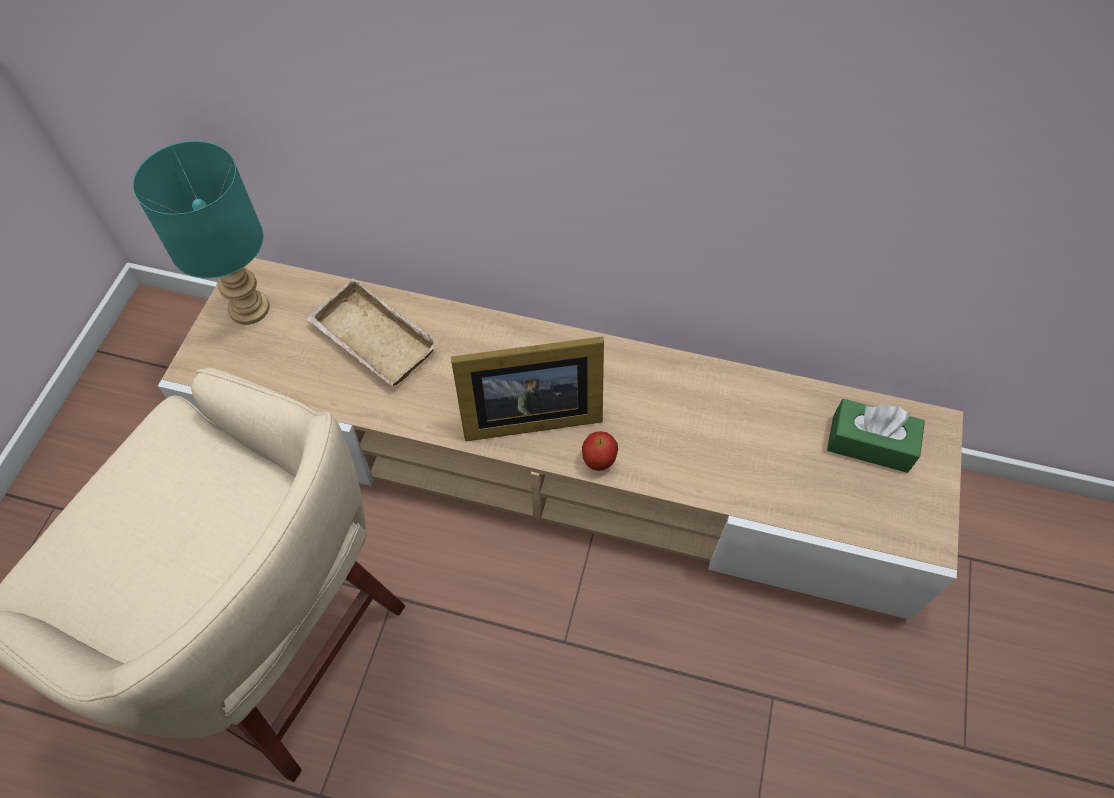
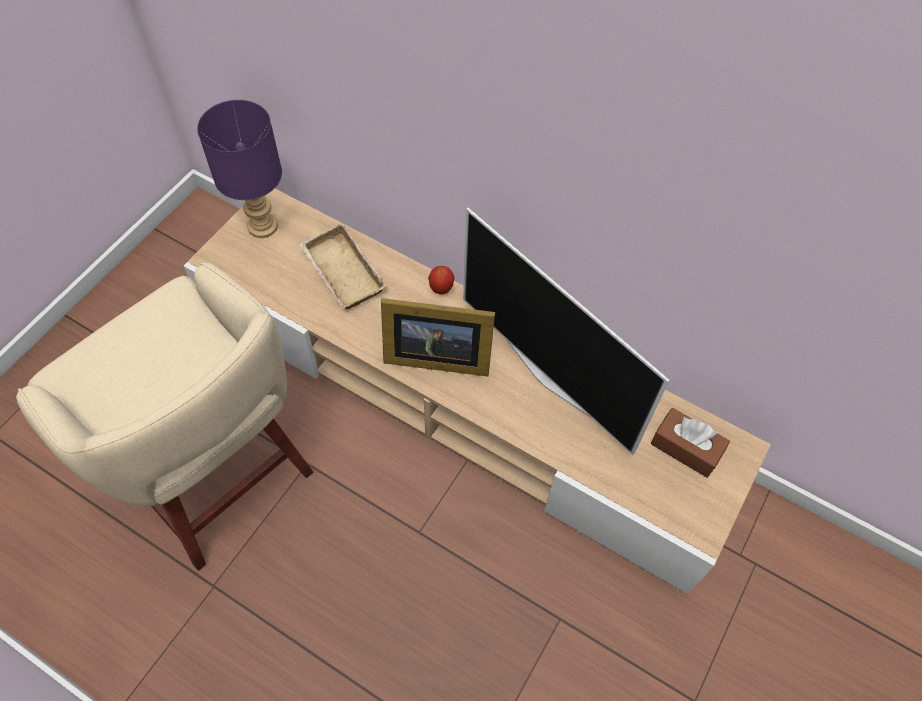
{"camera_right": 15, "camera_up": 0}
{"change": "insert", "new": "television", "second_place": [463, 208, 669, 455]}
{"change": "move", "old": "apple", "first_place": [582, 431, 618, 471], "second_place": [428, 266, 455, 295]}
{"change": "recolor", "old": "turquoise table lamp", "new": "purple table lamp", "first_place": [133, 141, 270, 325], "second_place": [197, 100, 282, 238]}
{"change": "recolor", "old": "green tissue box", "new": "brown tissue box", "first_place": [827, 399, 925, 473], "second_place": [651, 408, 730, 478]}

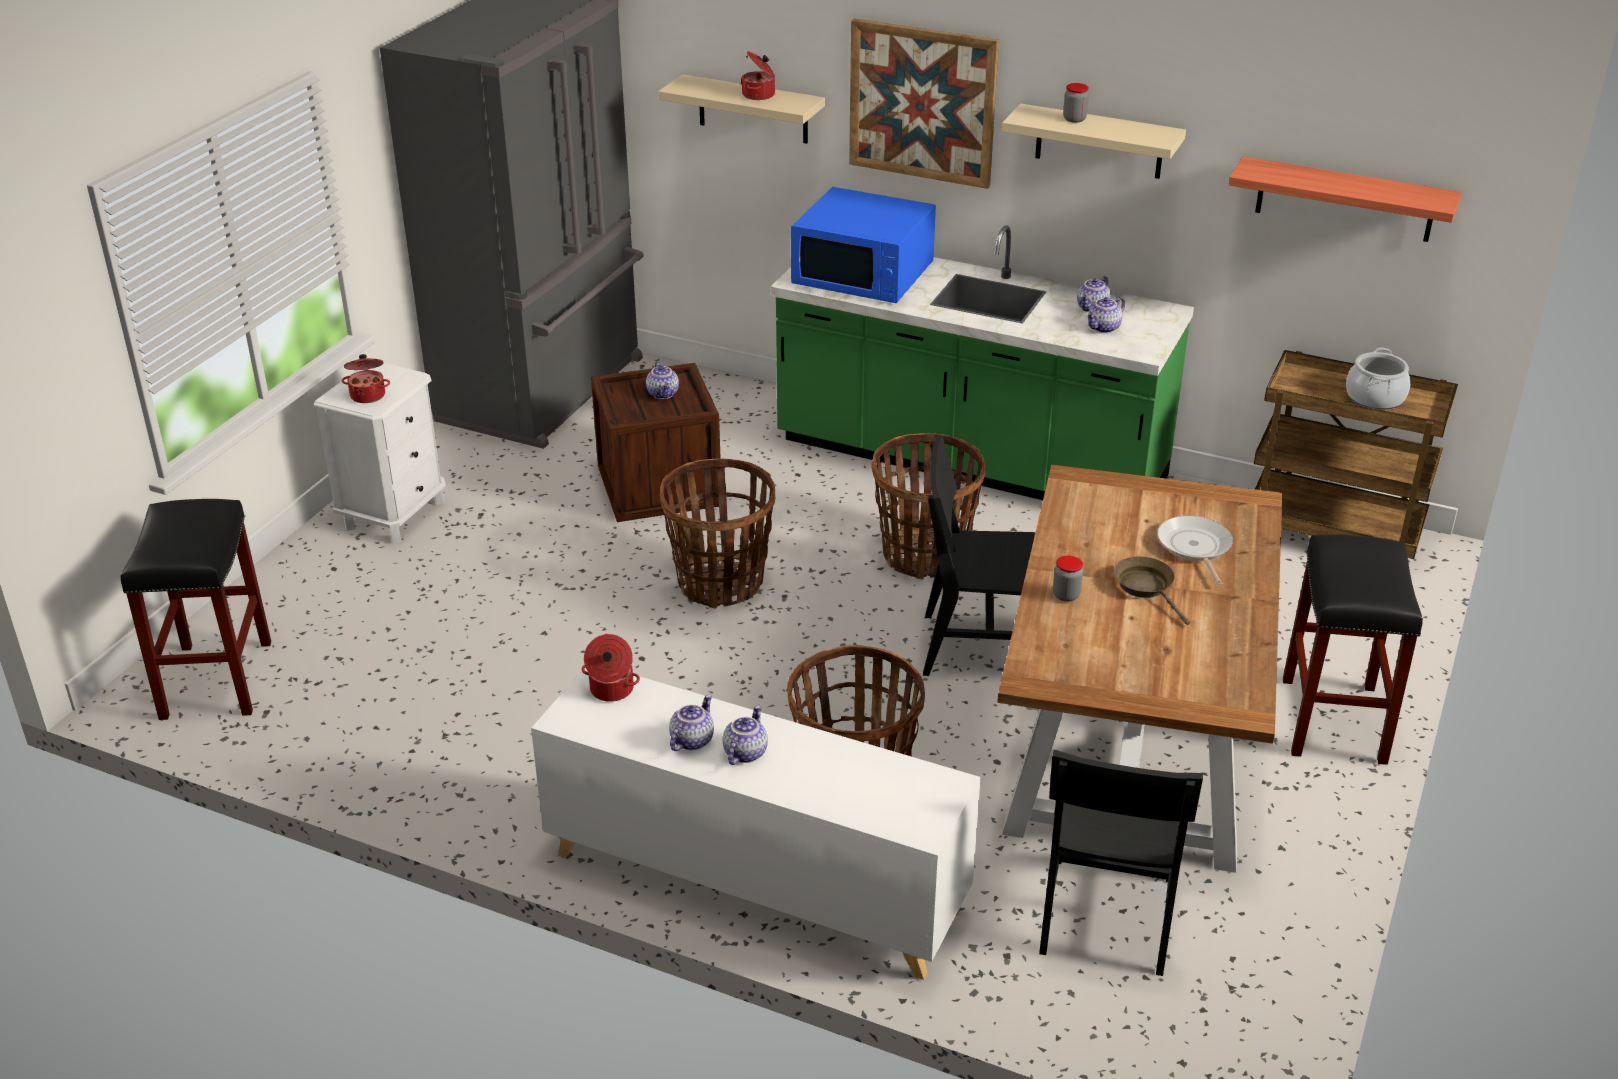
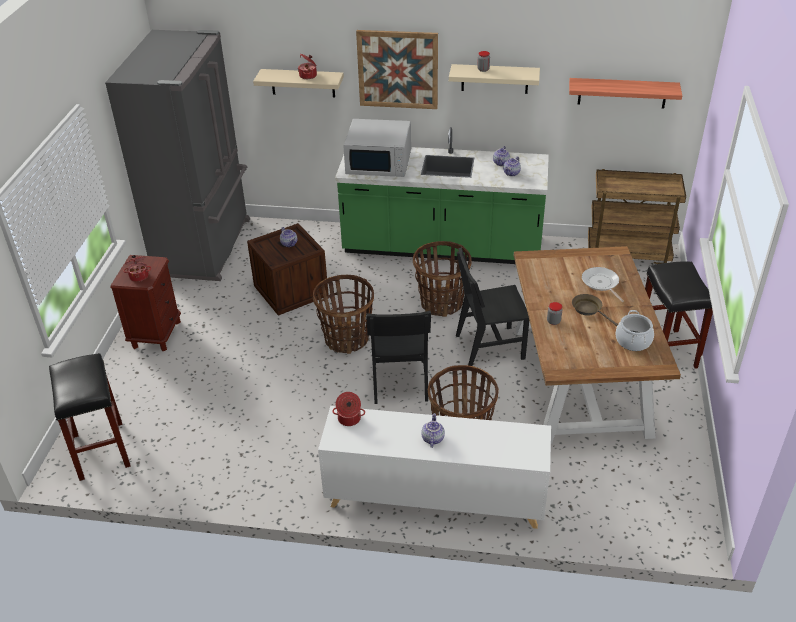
{"camera_right": -15, "camera_up": 5}
{"change": "delete", "old": "teapot", "first_place": [669, 695, 714, 751]}
{"change": "move", "old": "black chair", "first_place": [1039, 750, 1203, 976], "second_place": [366, 311, 431, 404]}
{"change": "move", "old": "cooking pot", "first_place": [1346, 348, 1410, 410], "second_place": [615, 310, 654, 351]}
{"change": "recolor", "old": "white nightstand", "new": "brown nightstand", "first_place": [314, 363, 446, 544], "second_place": [110, 255, 181, 351]}
{"change": "recolor", "old": "blue microwave", "new": "white microwave", "first_place": [791, 187, 936, 303], "second_place": [343, 119, 411, 177]}

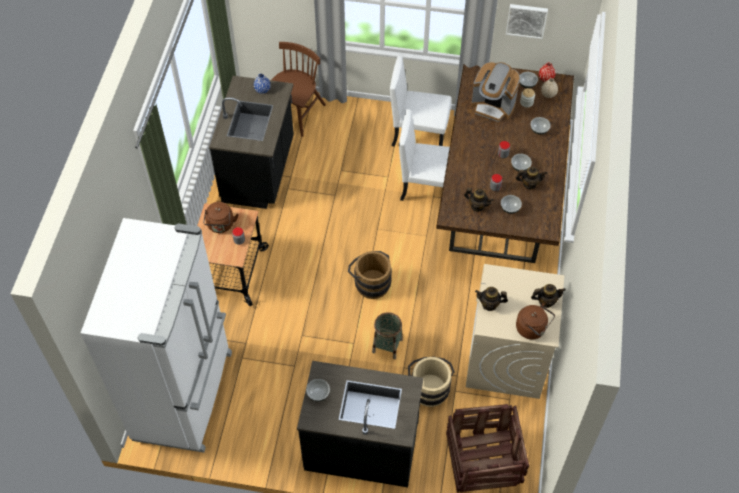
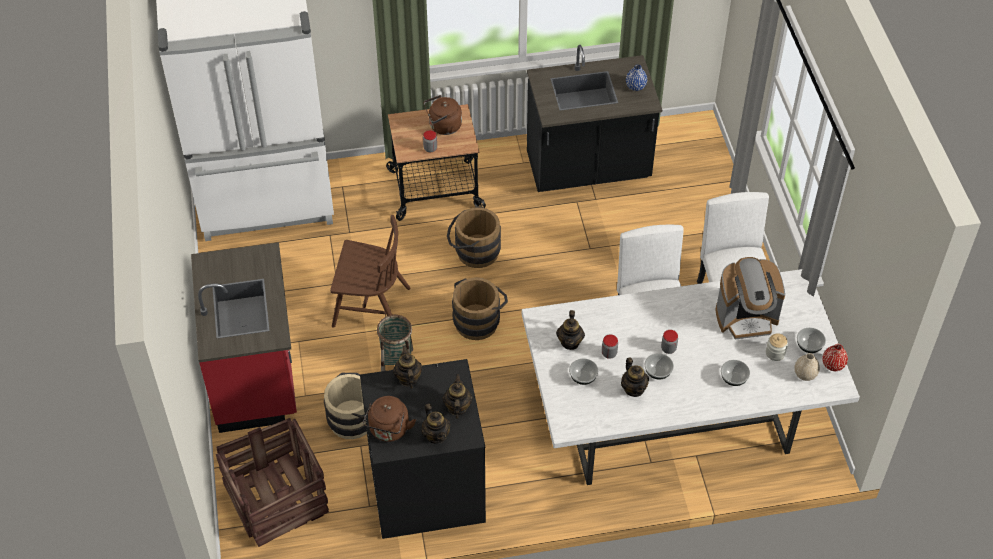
{"camera_right": 70, "camera_up": -5}
{"change": "delete", "old": "bowl", "first_place": [306, 379, 330, 401]}
{"change": "delete", "old": "picture", "first_place": [506, 4, 548, 39]}
{"change": "insert", "new": "teapot", "second_place": [442, 374, 473, 419]}
{"change": "insert", "new": "brown bucket", "second_place": [447, 206, 501, 268]}
{"change": "move", "old": "brown chair", "first_place": [271, 42, 326, 137], "second_place": [330, 215, 411, 328]}
{"change": "recolor", "old": "black counter", "new": "red counter", "first_place": [297, 361, 423, 487], "second_place": [191, 242, 297, 433]}
{"change": "recolor", "old": "brown dining table", "new": "white dining table", "first_place": [436, 64, 574, 263], "second_place": [522, 269, 860, 485]}
{"change": "recolor", "old": "beige washing machine", "new": "black washing machine", "first_place": [466, 264, 564, 399], "second_place": [360, 359, 486, 539]}
{"change": "rotate", "old": "coffee machine", "first_place": [471, 62, 520, 122], "second_place": [715, 257, 785, 340], "degrees": -105}

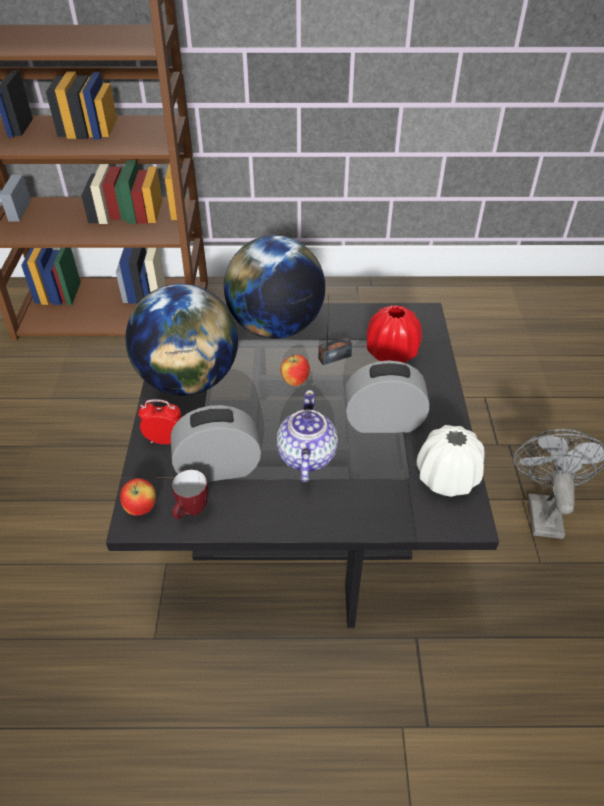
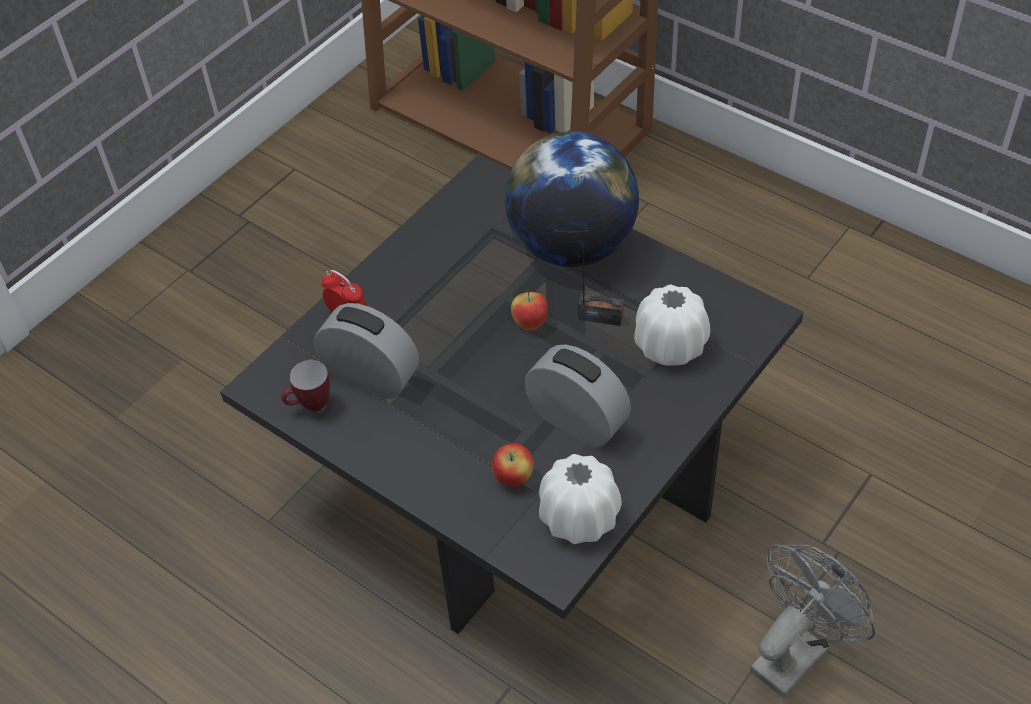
{"camera_right": 40, "camera_up": 5}
{"change": "delete", "old": "globe", "first_place": [125, 284, 238, 395]}
{"change": "delete", "old": "teapot", "first_place": [276, 390, 338, 482]}
{"change": "move", "old": "apple", "first_place": [120, 478, 156, 516], "second_place": [492, 443, 534, 487]}
{"change": "recolor", "old": "red vase", "new": "white vase", "first_place": [366, 305, 422, 363], "second_place": [634, 284, 710, 366]}

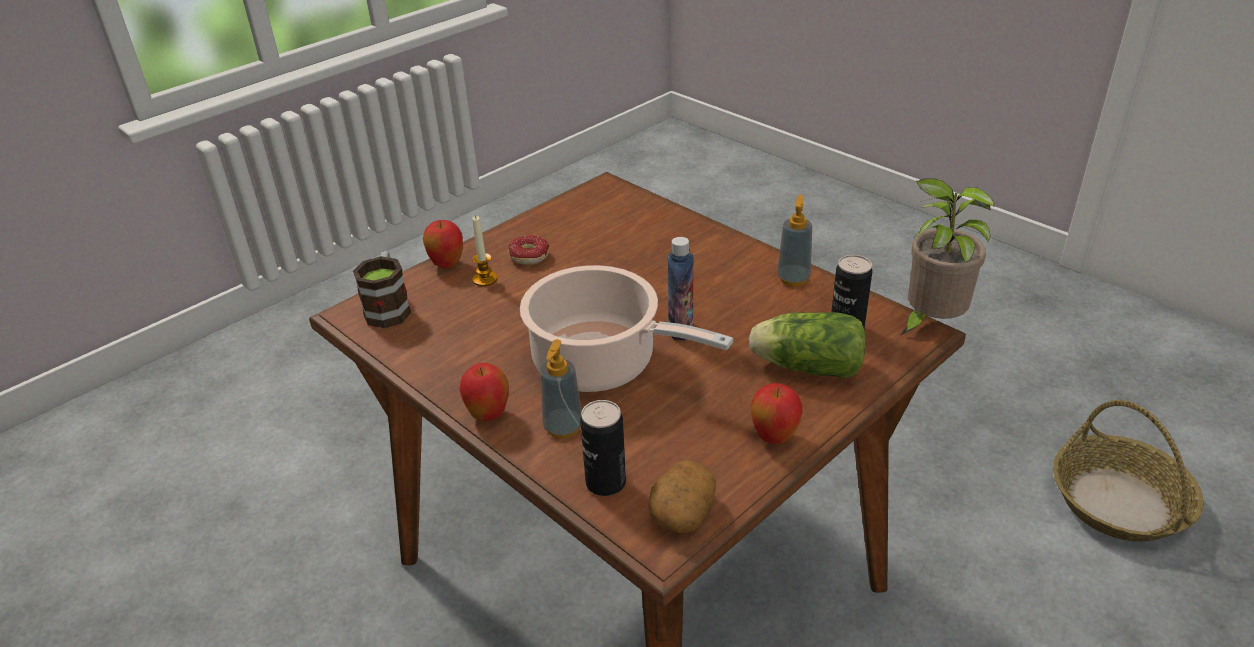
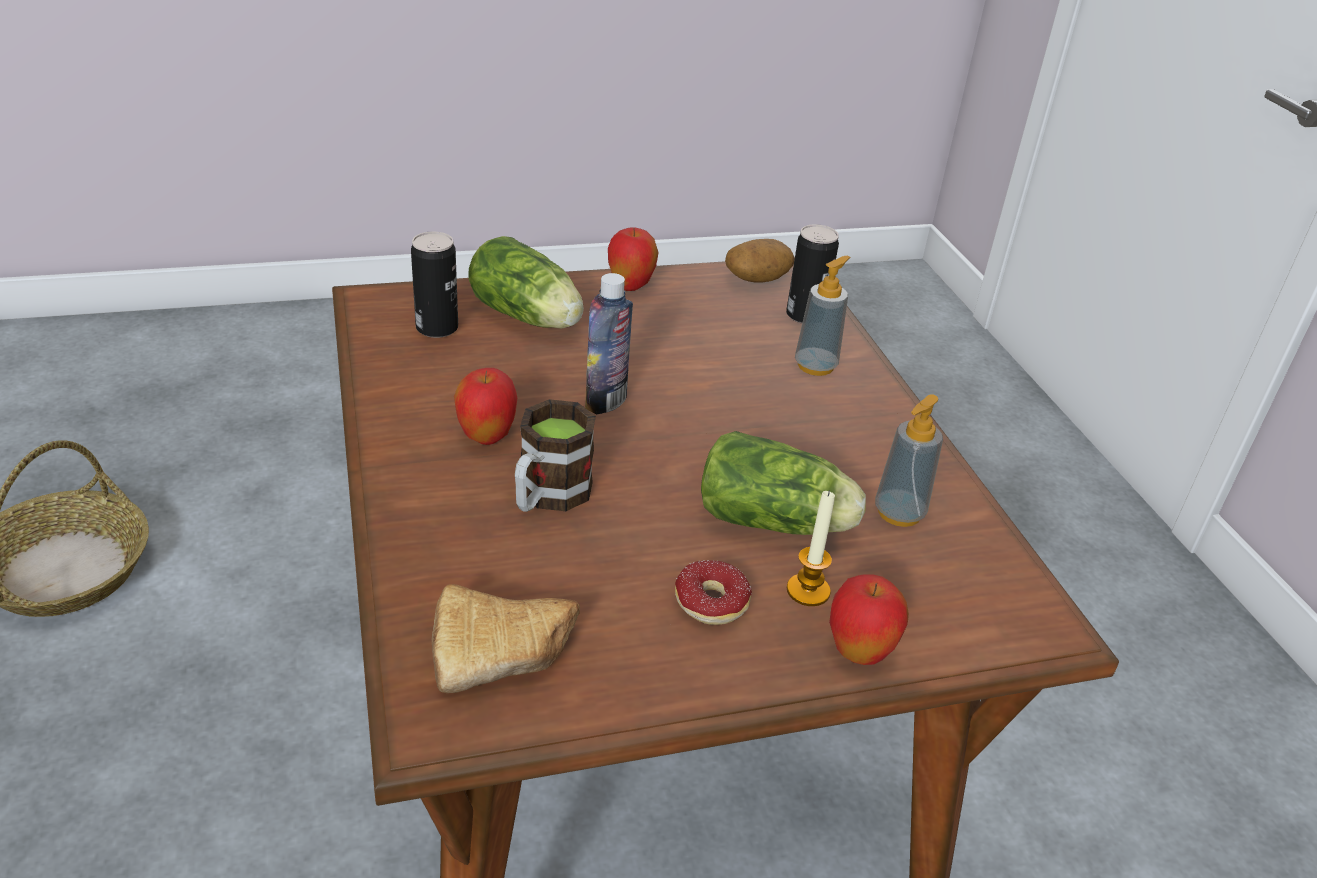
{"camera_right": -155, "camera_up": 0}
{"change": "delete", "old": "cooking pot", "first_place": [520, 265, 733, 392]}
{"change": "delete", "old": "potted plant", "first_place": [900, 178, 995, 335]}
{"change": "insert", "new": "bread", "second_place": [432, 584, 580, 693]}
{"change": "insert", "new": "lettuce", "second_place": [701, 431, 866, 535]}
{"change": "move", "old": "mug", "first_place": [353, 251, 411, 328], "second_place": [515, 399, 596, 512]}
{"change": "move", "old": "apple", "first_place": [459, 363, 509, 422], "second_place": [454, 368, 517, 445]}
{"change": "move", "old": "soap dispenser", "first_place": [777, 195, 812, 286], "second_place": [875, 394, 943, 527]}

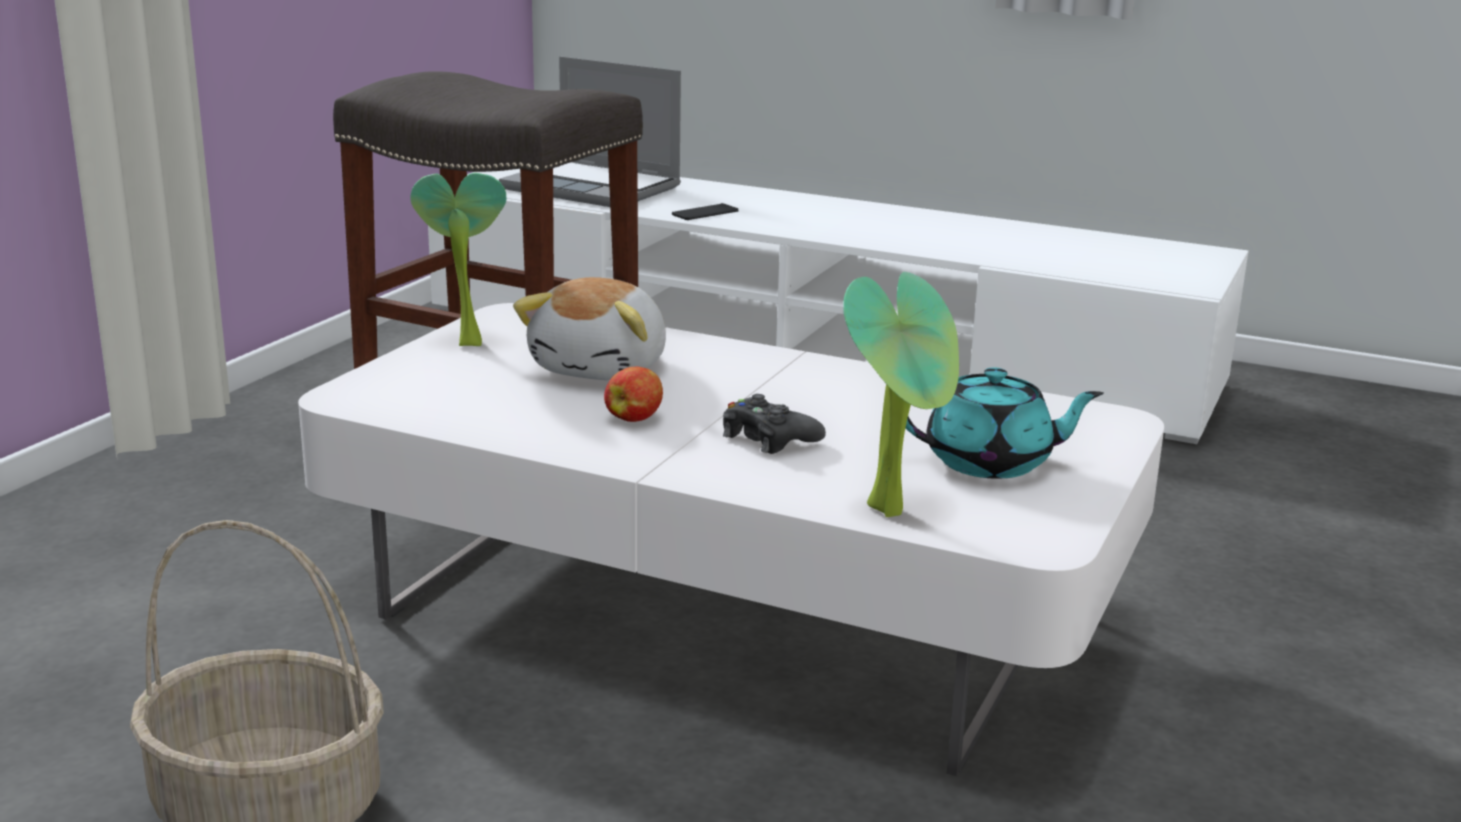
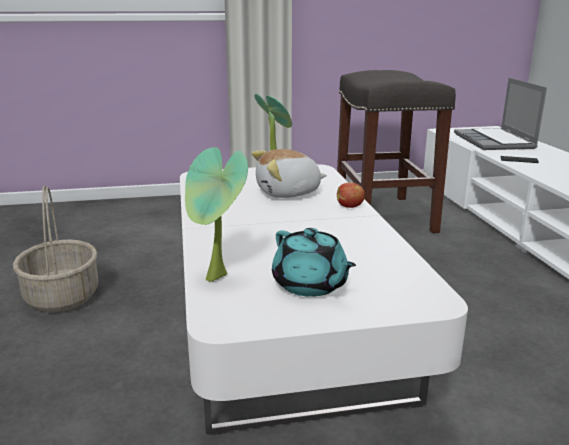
{"camera_right": 55, "camera_up": 0}
{"change": "delete", "old": "black game controller", "first_place": [723, 394, 826, 454]}
{"change": "move", "old": "apple", "first_place": [604, 367, 663, 422], "second_place": [337, 182, 365, 208]}

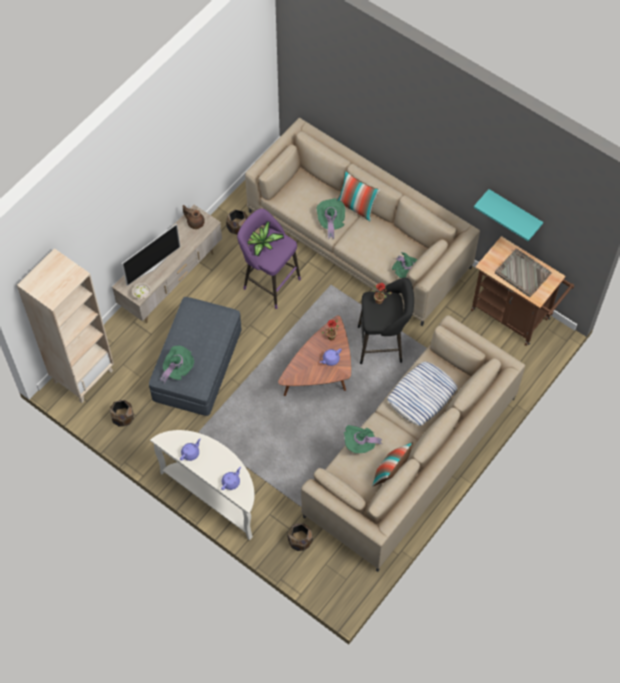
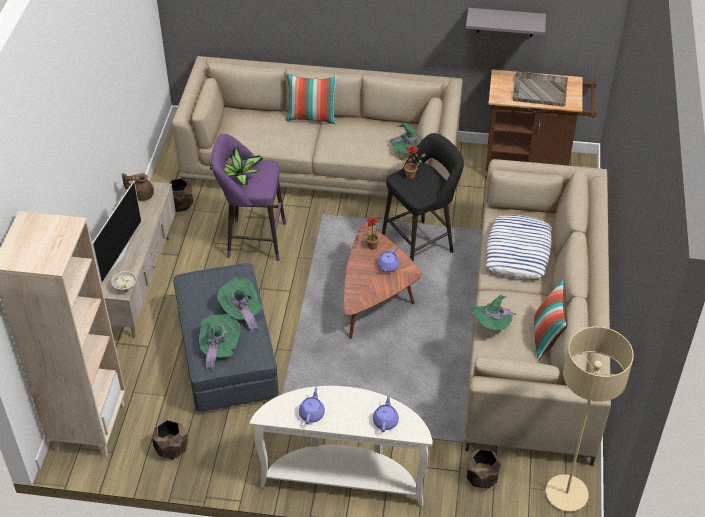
{"camera_right": -30, "camera_up": -15}
{"change": "insert", "new": "beige floor lamp", "second_place": [546, 327, 634, 511]}
{"change": "move", "old": "green hat", "first_place": [317, 198, 345, 239], "second_place": [217, 276, 263, 332]}
{"change": "recolor", "old": "turquoise shelf", "new": "grey shelf", "first_place": [474, 189, 543, 241], "second_place": [466, 8, 546, 37]}

